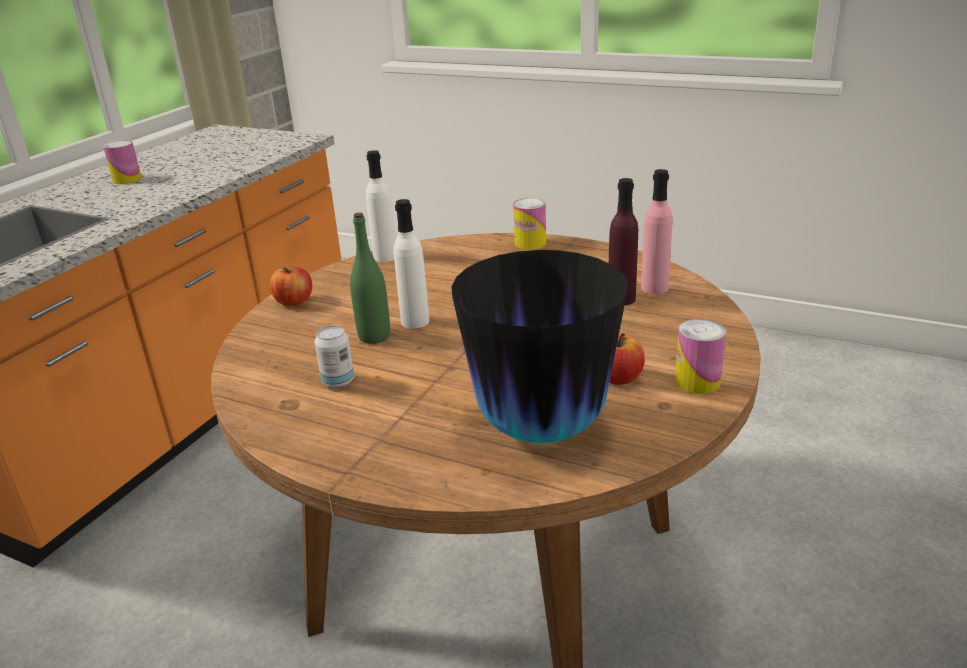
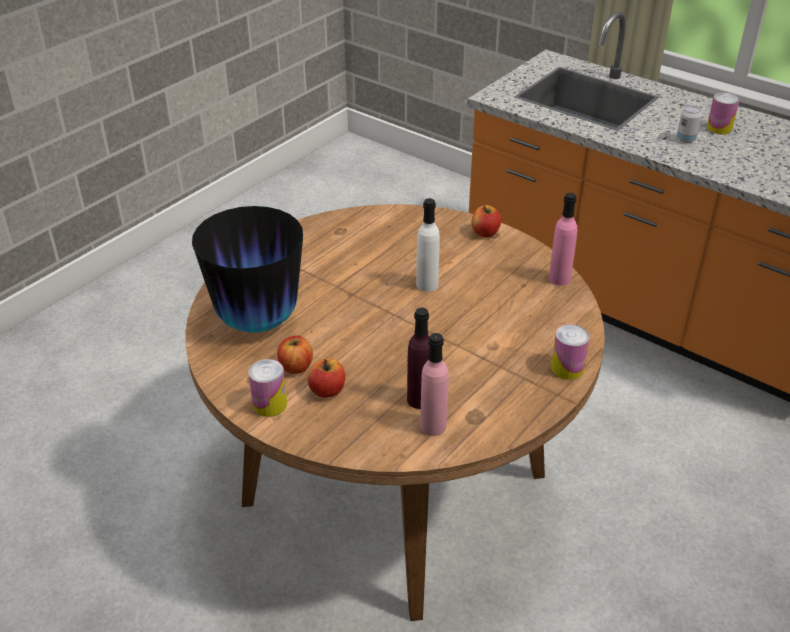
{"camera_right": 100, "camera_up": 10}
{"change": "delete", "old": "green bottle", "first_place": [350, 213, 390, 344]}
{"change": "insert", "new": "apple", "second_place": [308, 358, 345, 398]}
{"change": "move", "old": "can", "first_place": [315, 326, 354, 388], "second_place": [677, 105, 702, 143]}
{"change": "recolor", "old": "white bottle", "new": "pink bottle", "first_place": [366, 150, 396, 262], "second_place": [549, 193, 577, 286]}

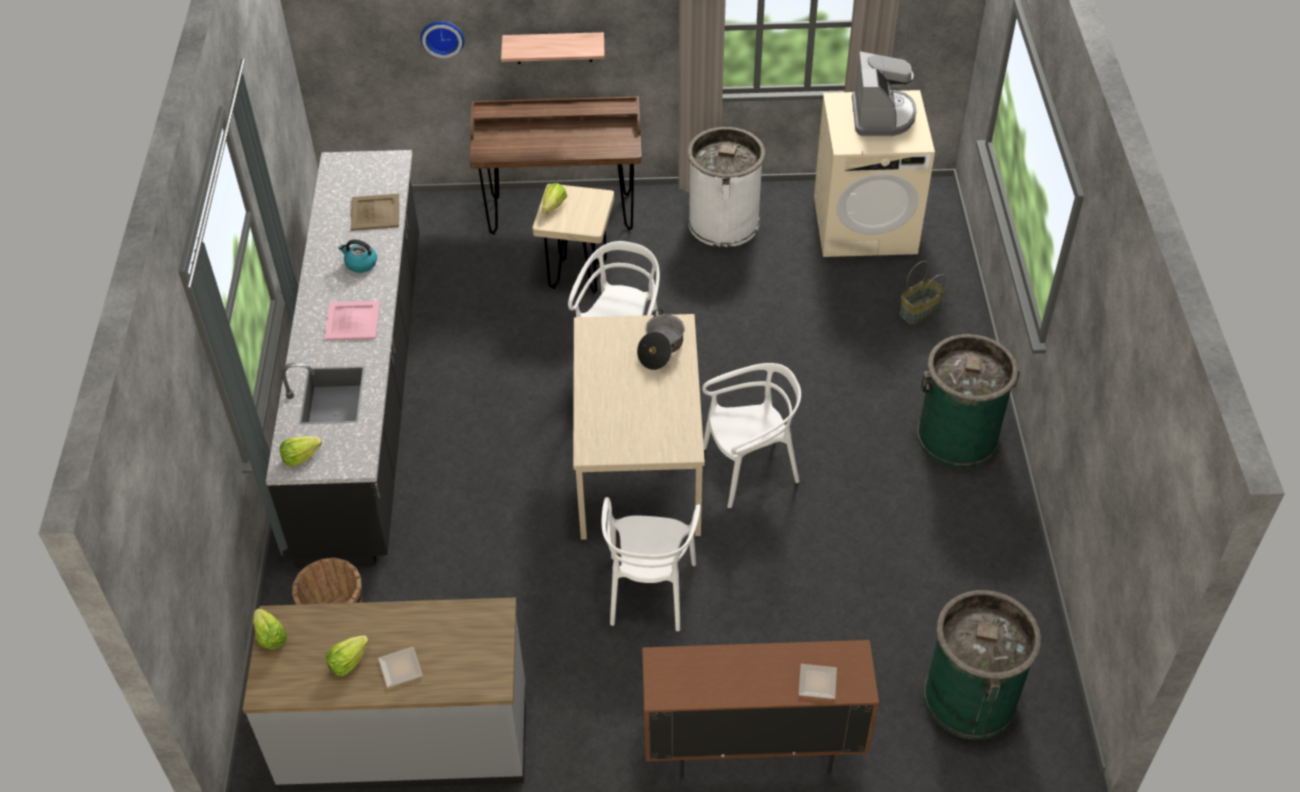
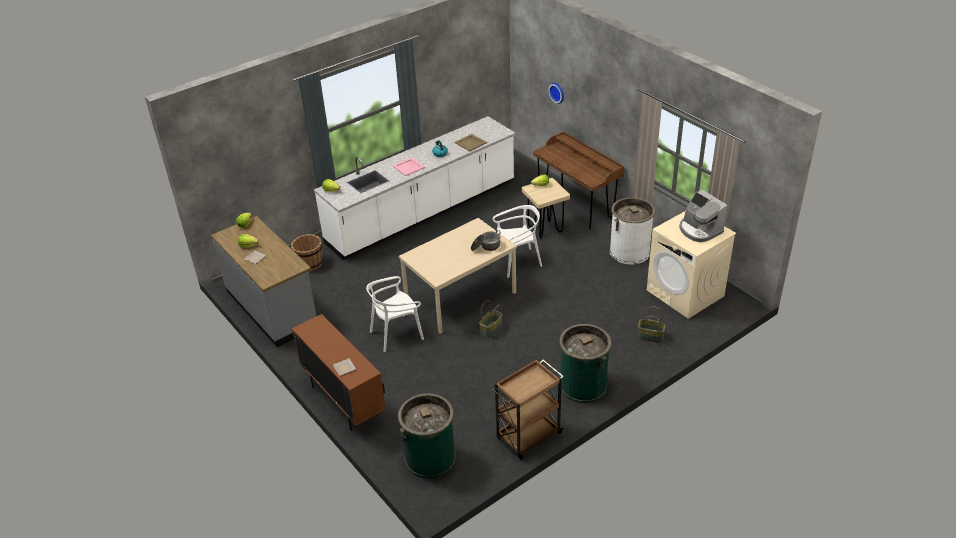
{"camera_right": 55, "camera_up": -10}
{"change": "delete", "old": "shelf", "first_place": [501, 32, 605, 64]}
{"change": "insert", "new": "brown cart", "second_place": [492, 359, 564, 459]}
{"change": "replace", "old": "white chair", "new": "basket", "first_place": [702, 363, 801, 508], "second_place": [479, 300, 503, 338]}
{"change": "recolor", "old": "black counter", "new": "white counter", "first_place": [266, 150, 419, 568], "second_place": [314, 116, 516, 260]}
{"change": "rotate", "old": "coffee machine", "first_place": [852, 51, 917, 136], "second_place": [679, 190, 727, 242], "degrees": 90}

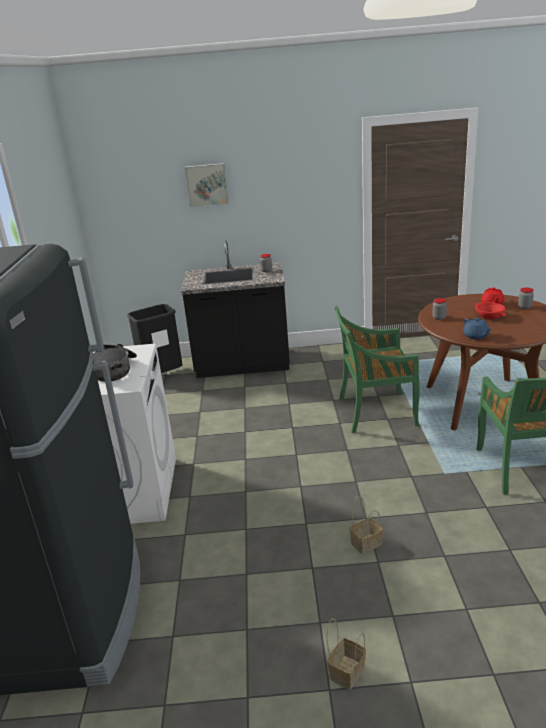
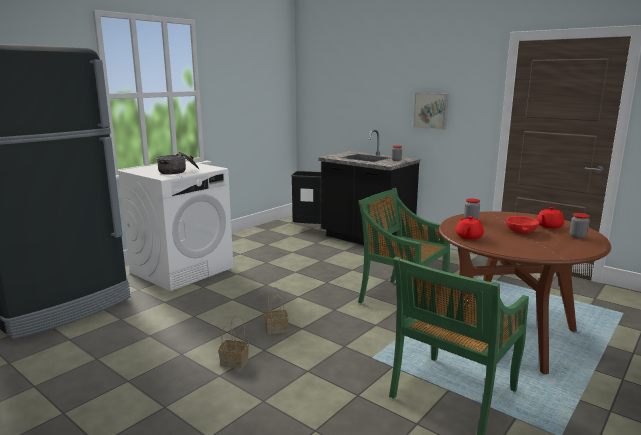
{"camera_right": 40, "camera_up": -10}
{"change": "move", "old": "picture", "first_place": [185, 163, 229, 207], "second_place": [413, 93, 449, 130]}
{"change": "move", "old": "basket", "first_place": [327, 618, 366, 690], "second_place": [264, 287, 288, 335]}
{"change": "recolor", "old": "blue teapot", "new": "red teapot", "first_place": [463, 318, 491, 339], "second_place": [456, 216, 484, 240]}

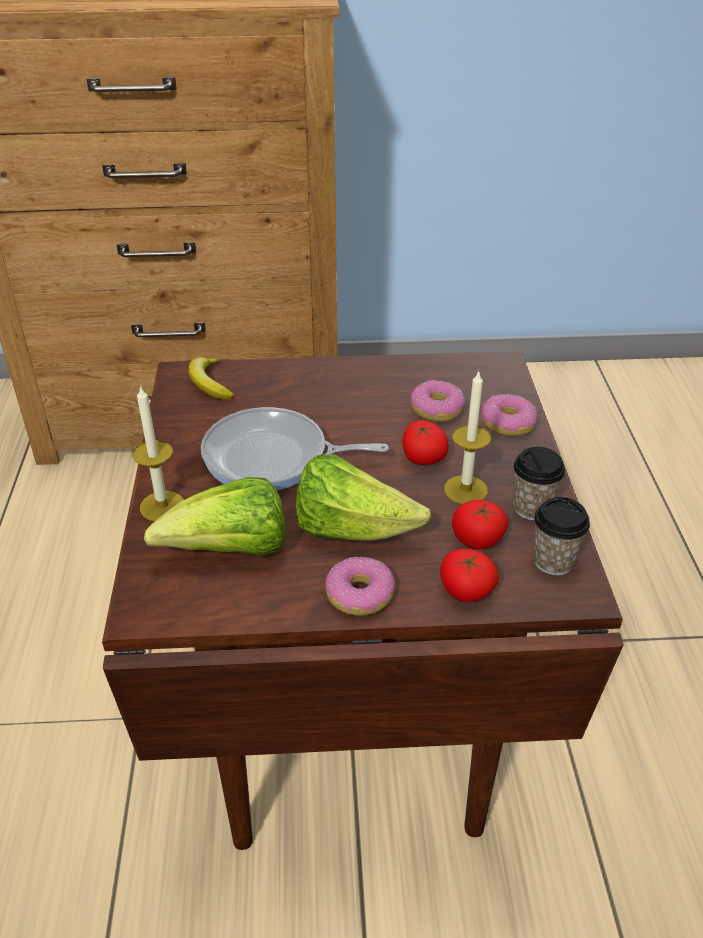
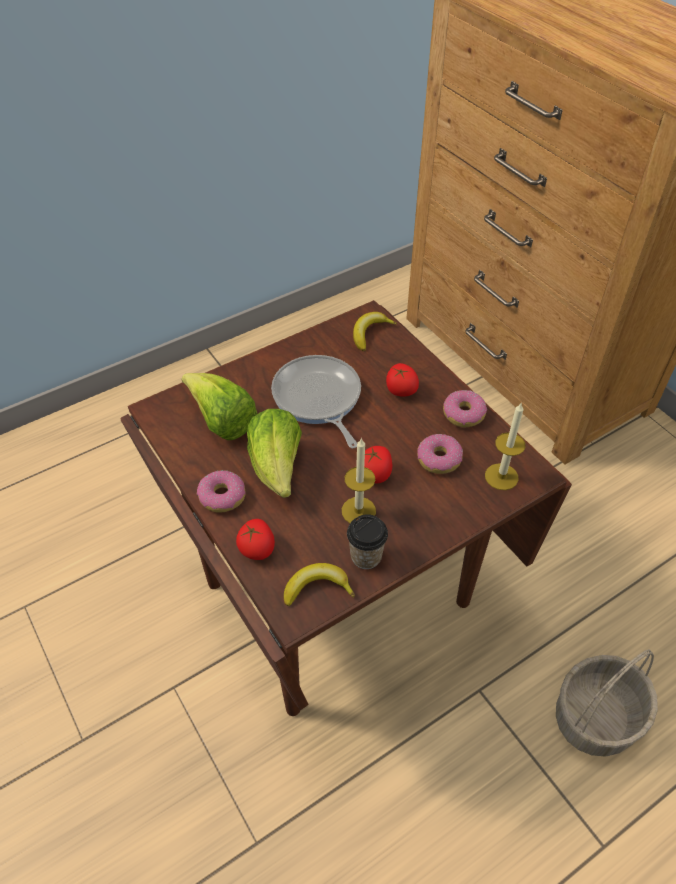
{"camera_right": 60, "camera_up": 10}
{"change": "insert", "new": "basket", "second_place": [556, 649, 658, 757]}
{"change": "move", "old": "candle", "first_place": [132, 385, 184, 521], "second_place": [485, 403, 525, 490]}
{"change": "move", "old": "tomato", "first_place": [452, 500, 508, 549], "second_place": [386, 363, 419, 397]}
{"change": "move", "old": "donut", "first_place": [481, 394, 538, 436], "second_place": [443, 390, 487, 427]}
{"change": "replace", "old": "cup", "new": "banana", "first_place": [533, 497, 590, 575], "second_place": [284, 563, 355, 606]}

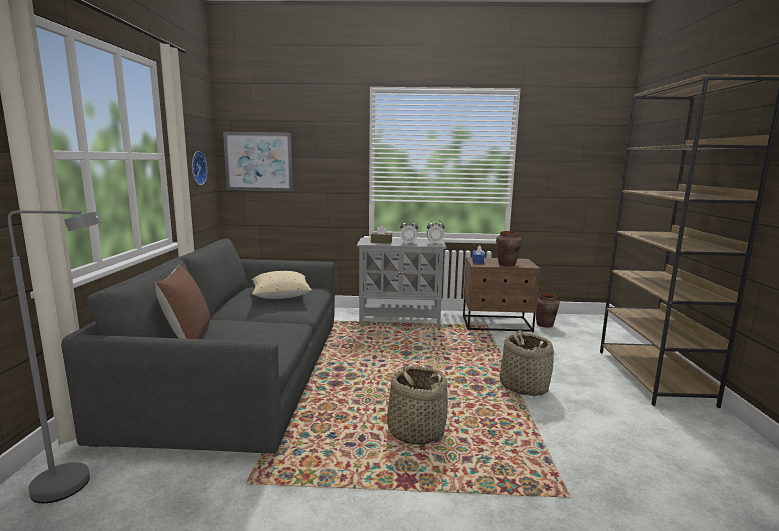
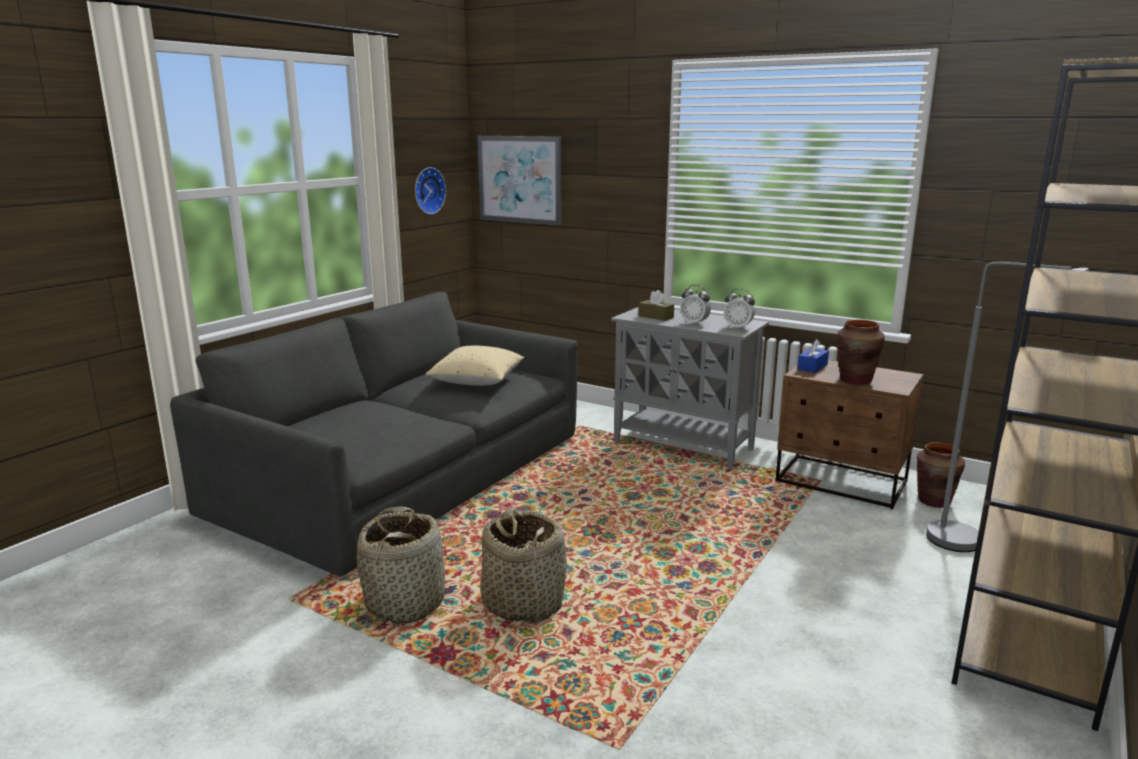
{"camera_right": 30, "camera_up": 5}
{"change": "delete", "old": "brown pillow", "first_place": [155, 264, 210, 339]}
{"change": "move", "old": "grey floor lamp", "first_place": [8, 210, 102, 503], "second_place": [926, 262, 1089, 552]}
{"change": "move", "old": "basket", "first_place": [500, 330, 554, 396], "second_place": [357, 506, 445, 624]}

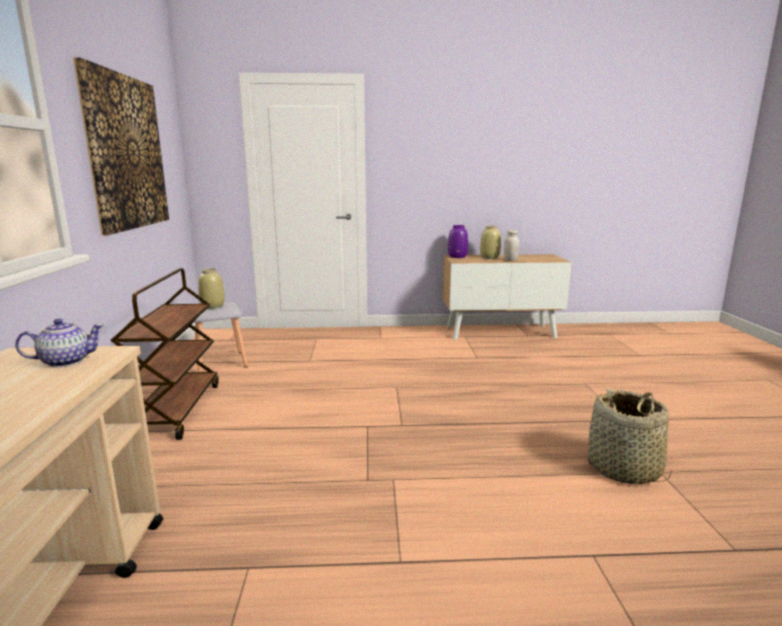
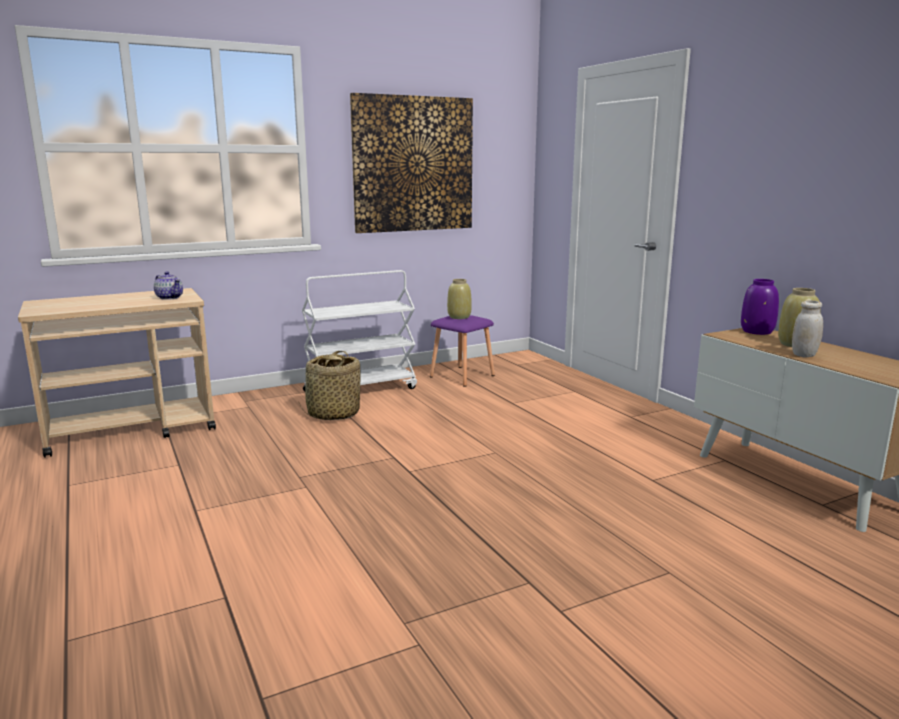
{"camera_right": 65, "camera_up": 0}
{"change": "move", "old": "basket", "first_place": [588, 388, 672, 484], "second_place": [299, 351, 361, 420]}
{"change": "recolor", "old": "brown cart", "new": "white cart", "first_place": [110, 268, 219, 440], "second_place": [302, 270, 417, 391]}
{"change": "recolor", "old": "grey stool", "new": "purple stool", "first_place": [194, 302, 248, 372], "second_place": [430, 315, 495, 387]}

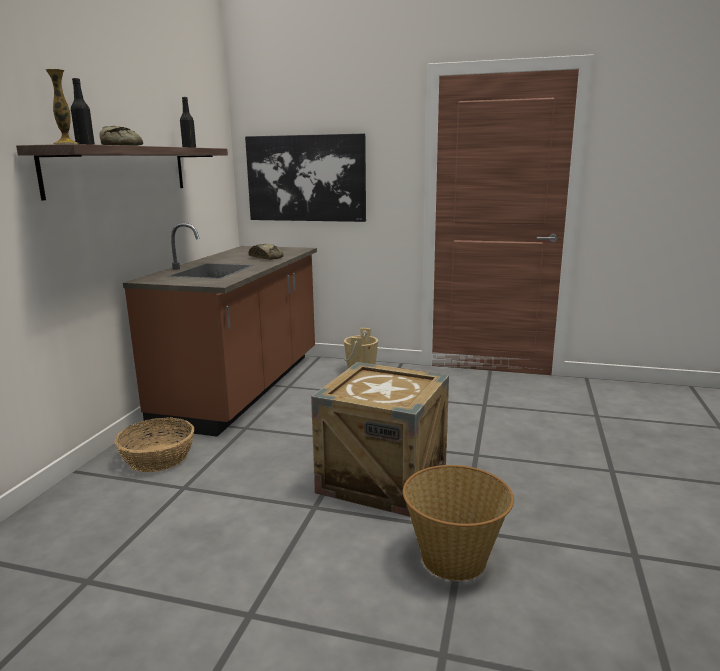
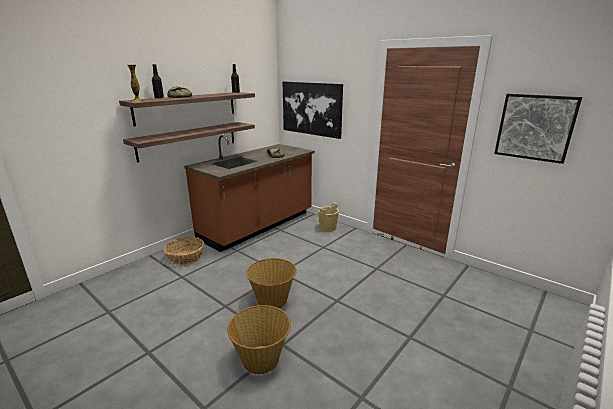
{"camera_right": 25, "camera_up": 5}
{"change": "insert", "new": "shelf", "second_place": [123, 122, 255, 163]}
{"change": "insert", "new": "picture", "second_place": [494, 94, 582, 164]}
{"change": "replace", "old": "crate", "new": "basket", "first_place": [311, 362, 449, 517], "second_place": [246, 258, 297, 308]}

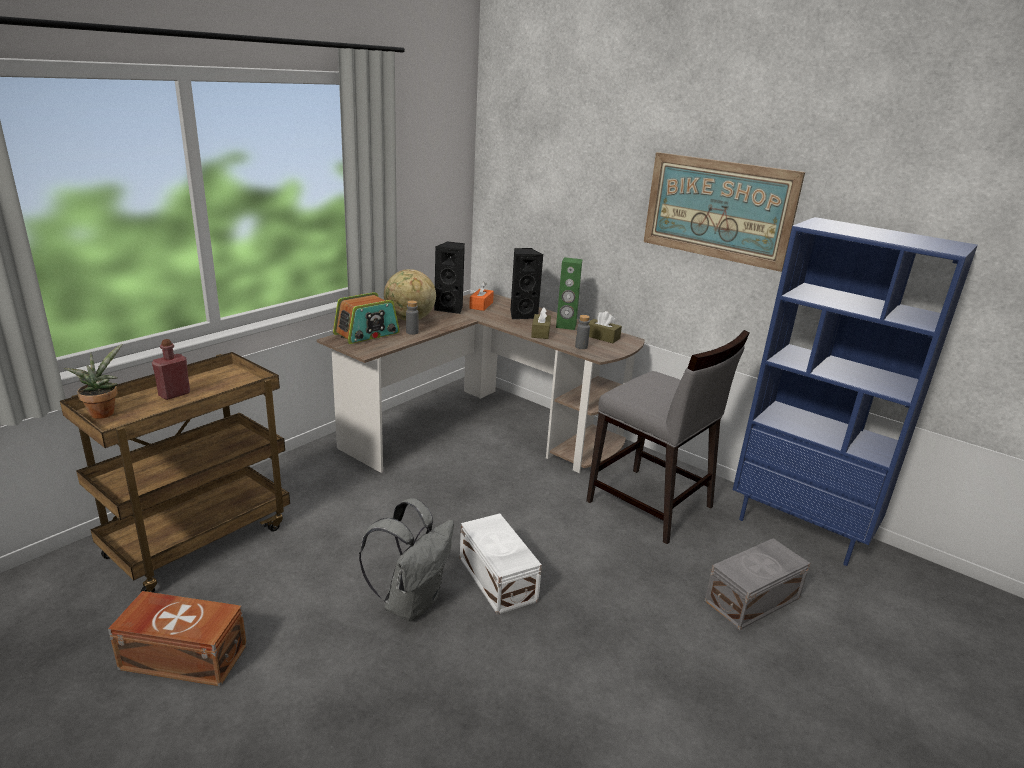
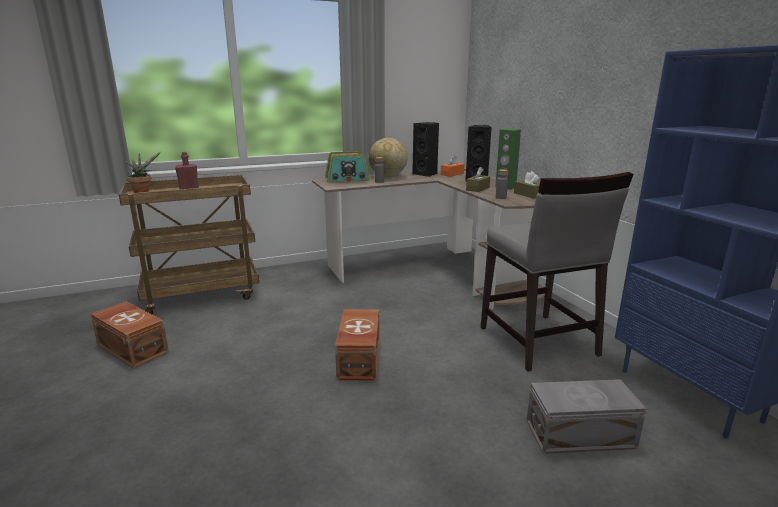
{"camera_right": 30, "camera_up": -5}
{"change": "delete", "old": "grey backpack", "first_place": [359, 498, 454, 621]}
{"change": "delete", "old": "picture", "first_place": [644, 152, 805, 272]}
{"change": "recolor", "old": "white storage box", "new": "brown storage box", "first_place": [460, 514, 542, 615], "second_place": [335, 309, 379, 381]}

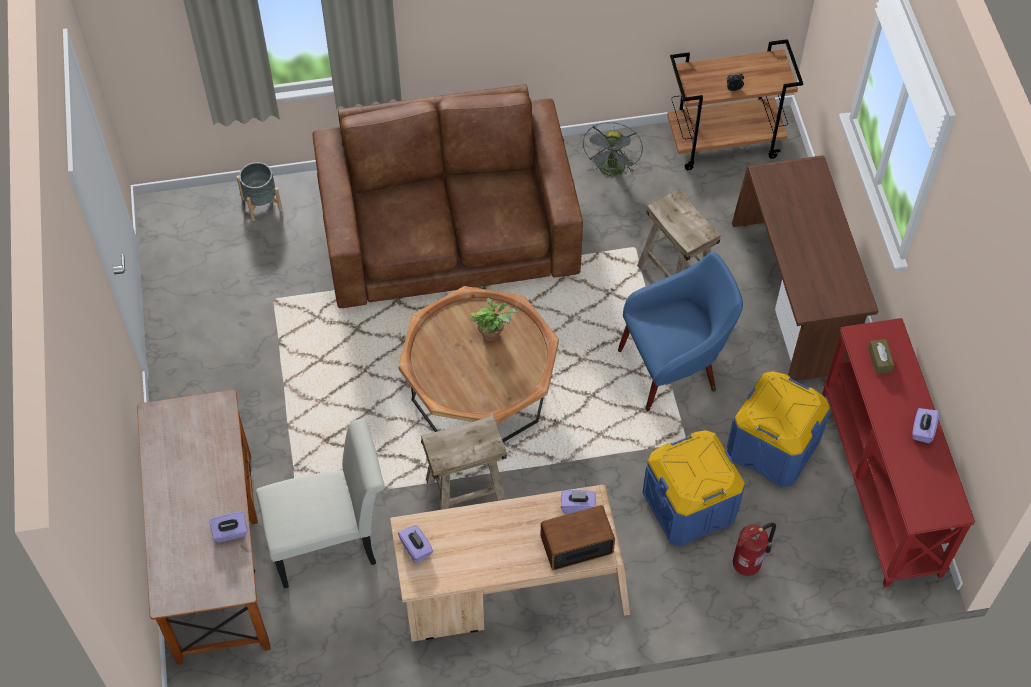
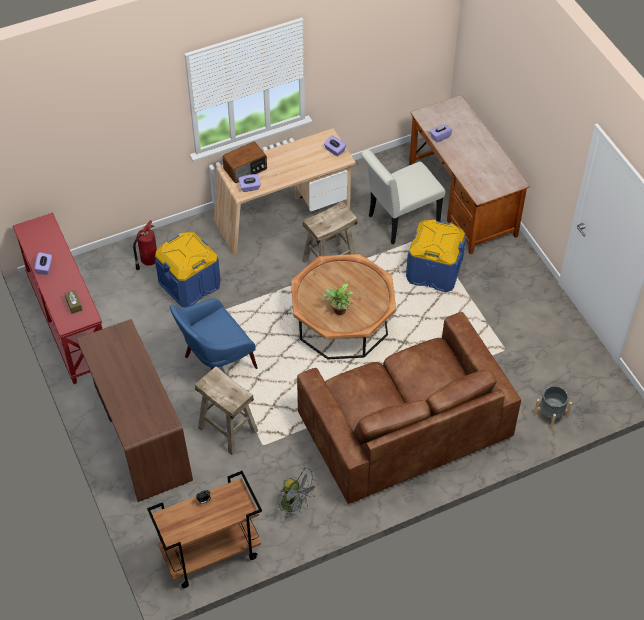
{"camera_right": 165, "camera_up": -5}
{"change": "move", "old": "blue storage box", "first_place": [727, 371, 830, 487], "second_place": [406, 220, 466, 293]}
{"change": "rotate", "old": "grey fan", "first_place": [582, 122, 643, 176], "second_place": [278, 467, 319, 521], "degrees": 135}

